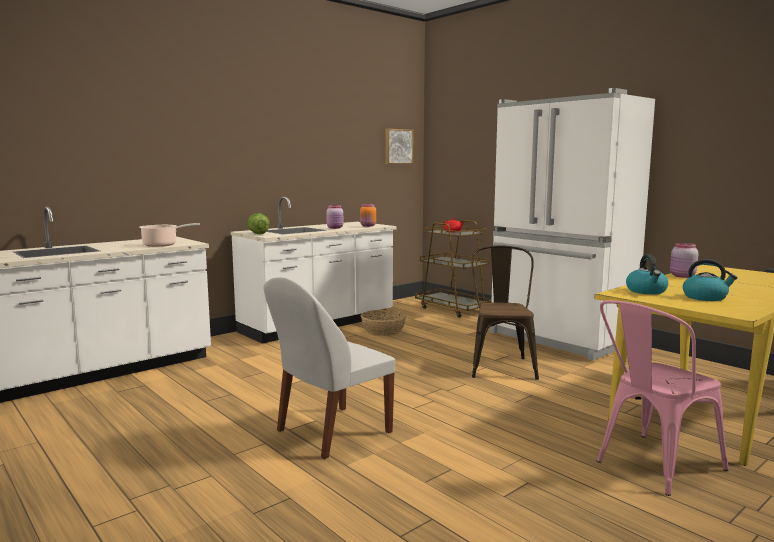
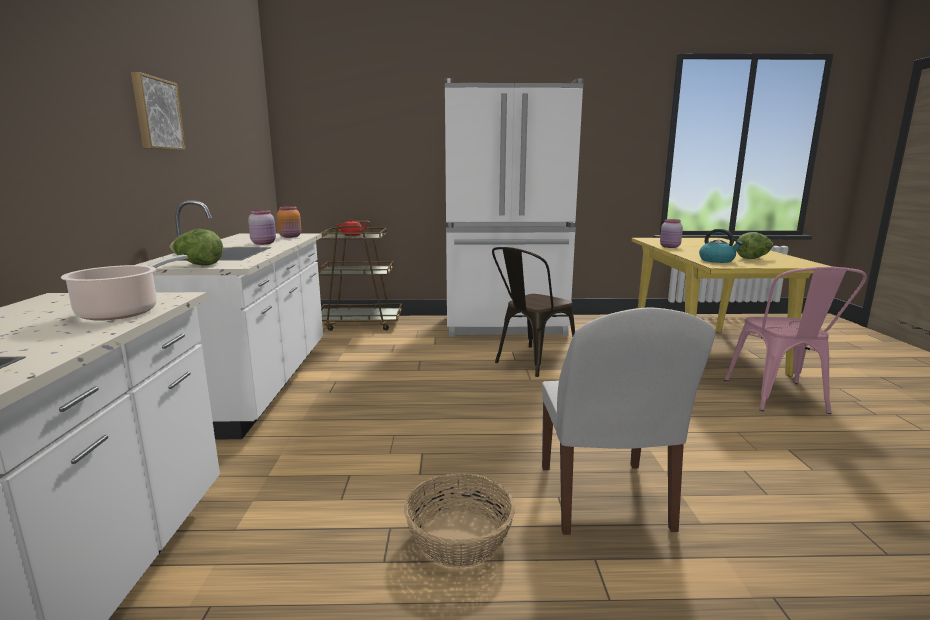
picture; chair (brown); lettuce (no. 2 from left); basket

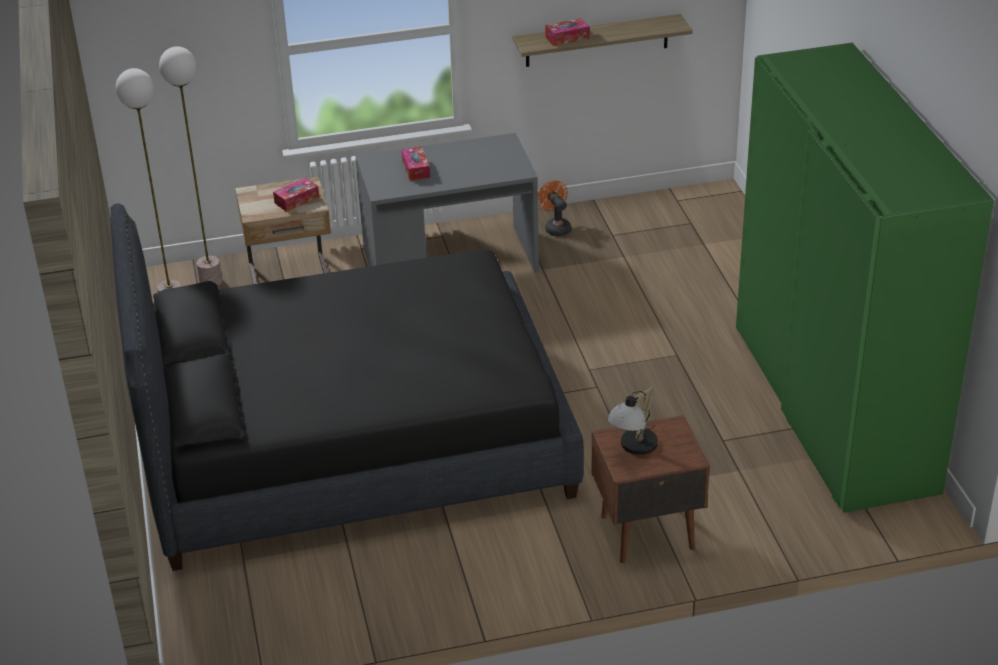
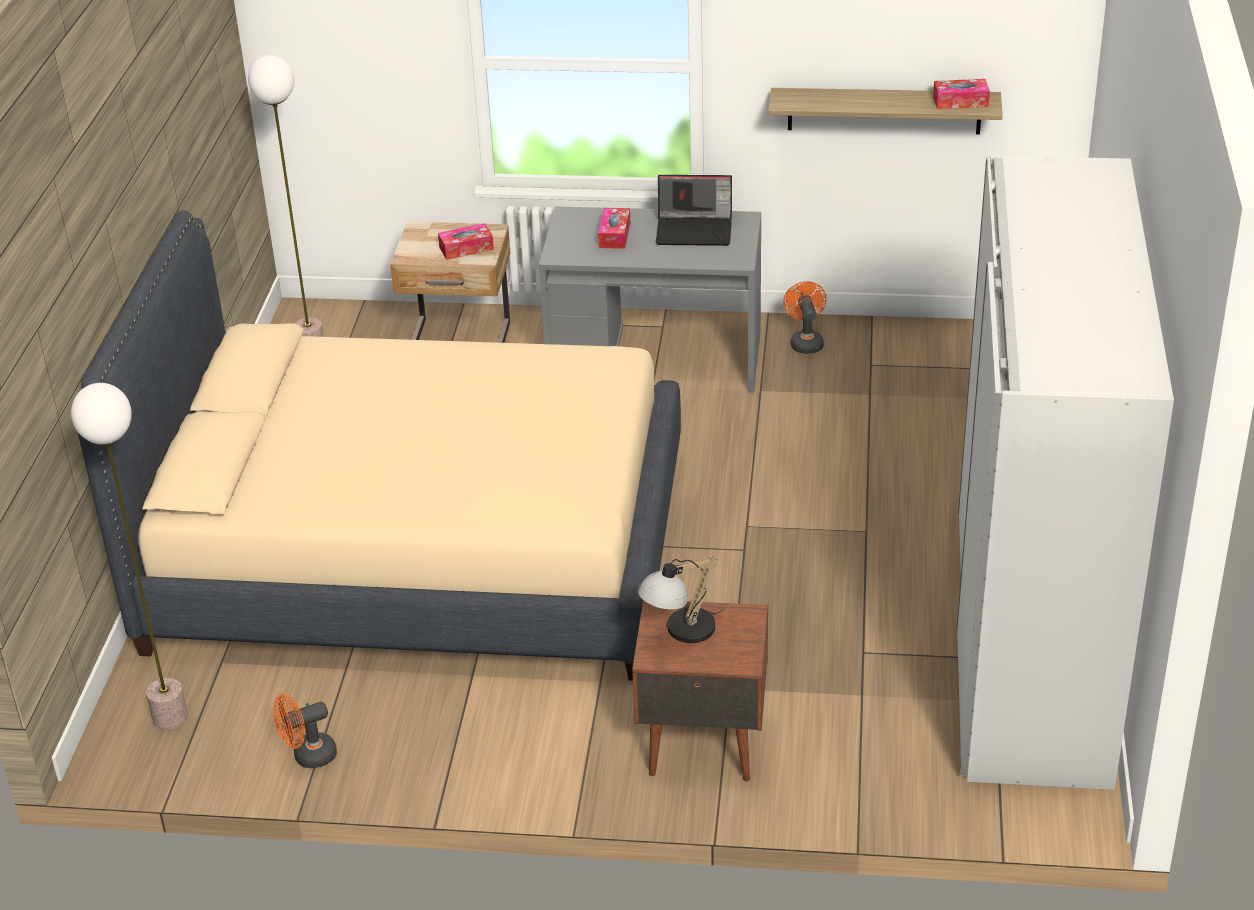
tissue box (no. 3 from left); wardrobe (white); floor lamp (no. 1 from left); bed (beige); laptop; fan (orange) (no. 1 from left)

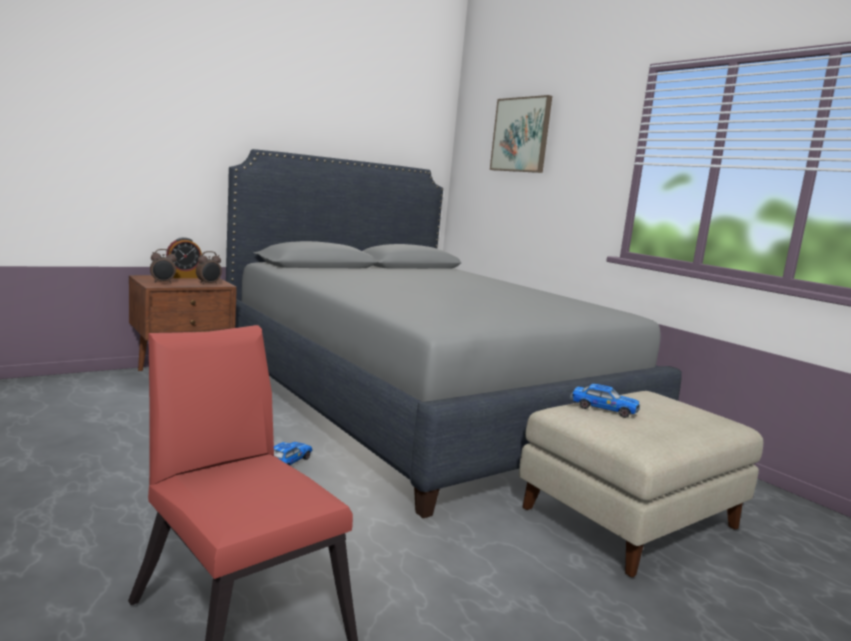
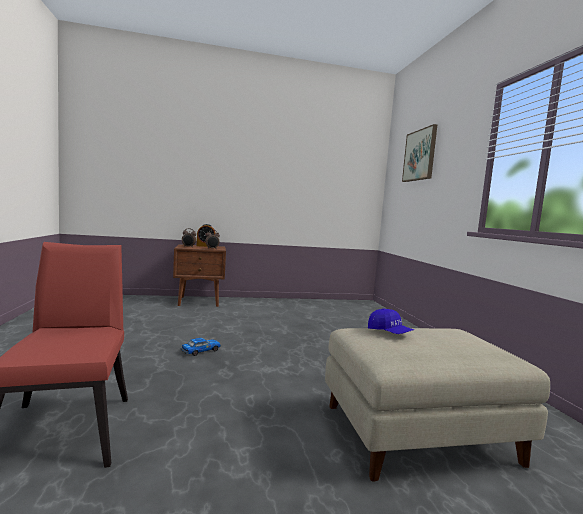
bed (grey); cap (blue)

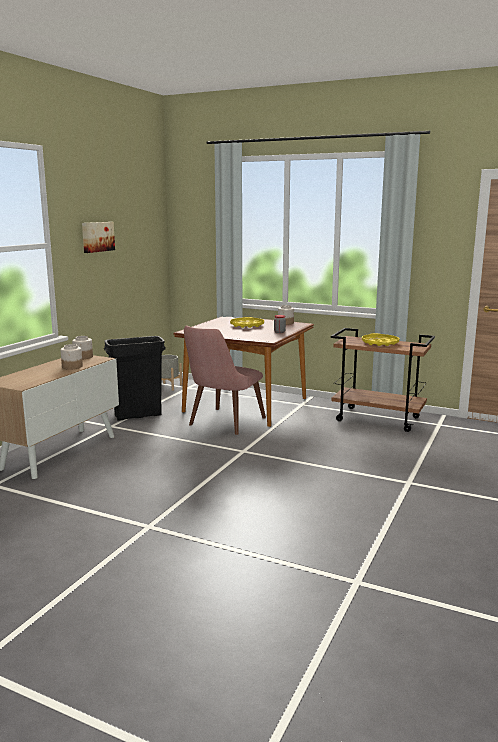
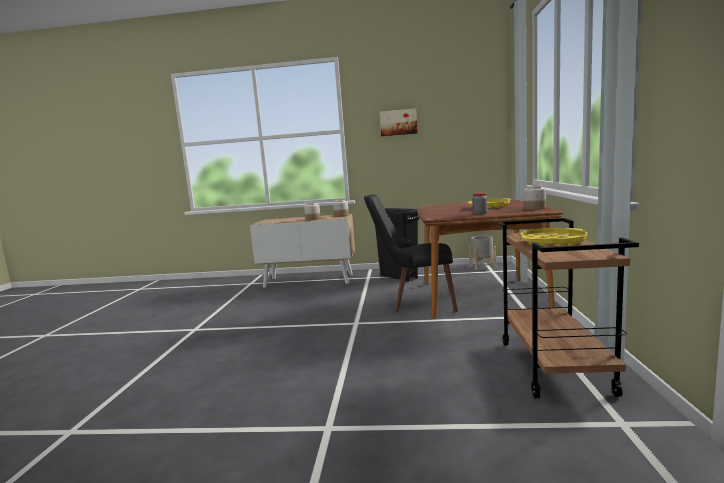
chair (black)

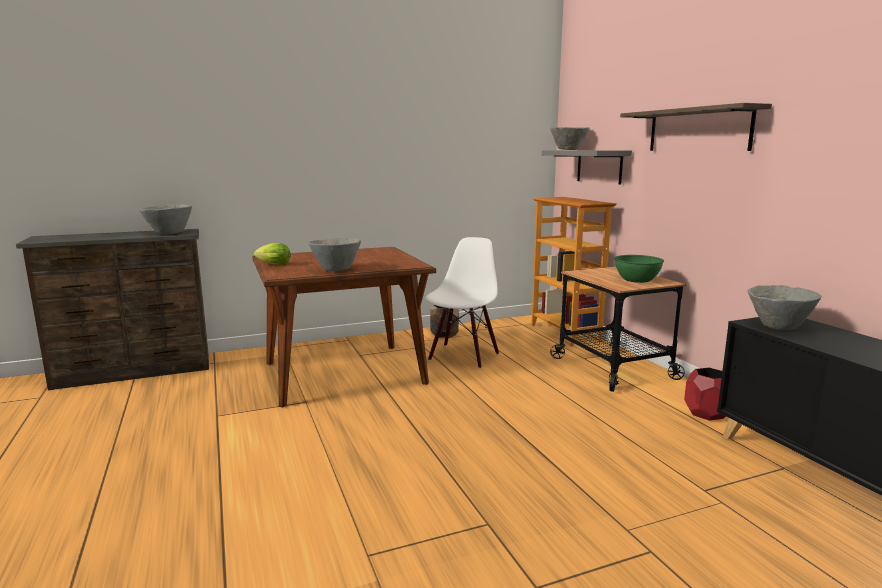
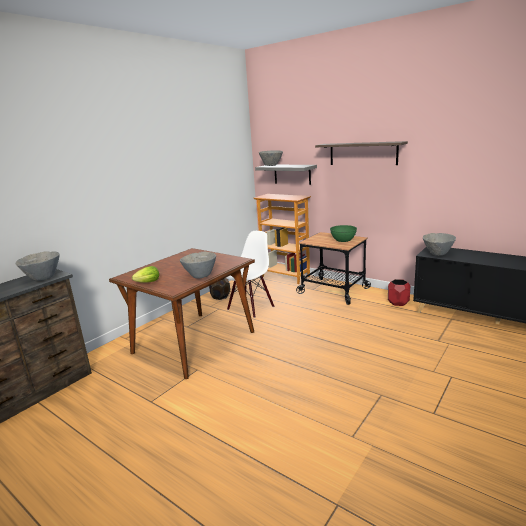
chair (white)

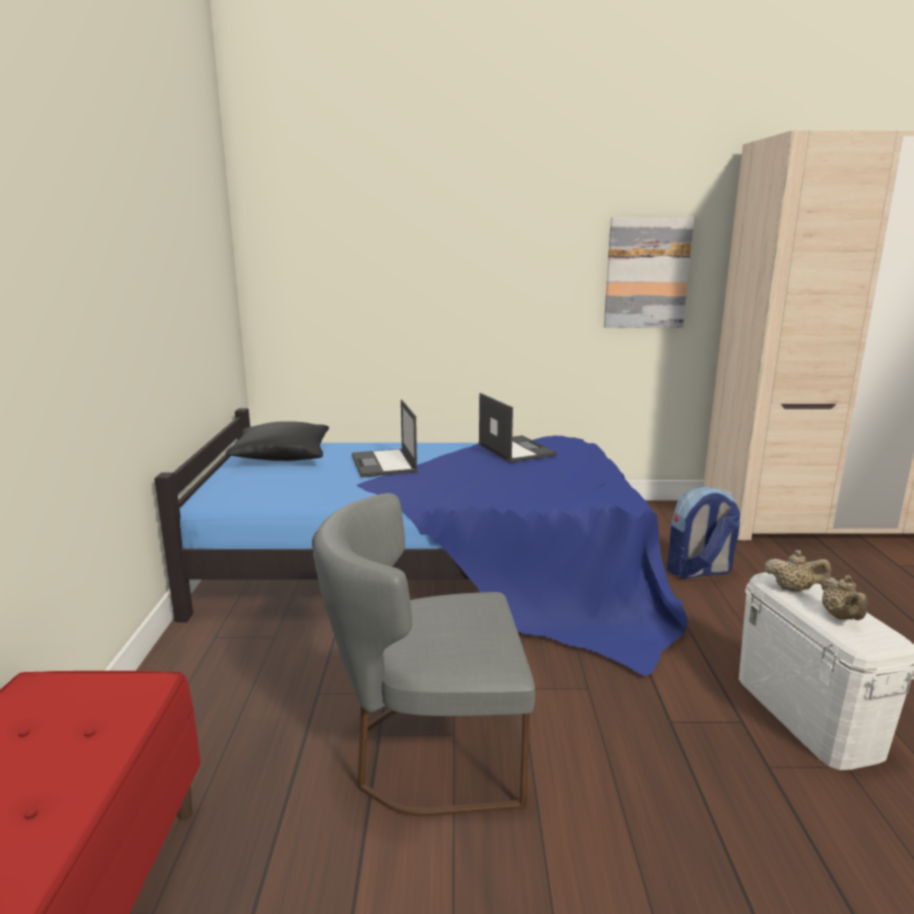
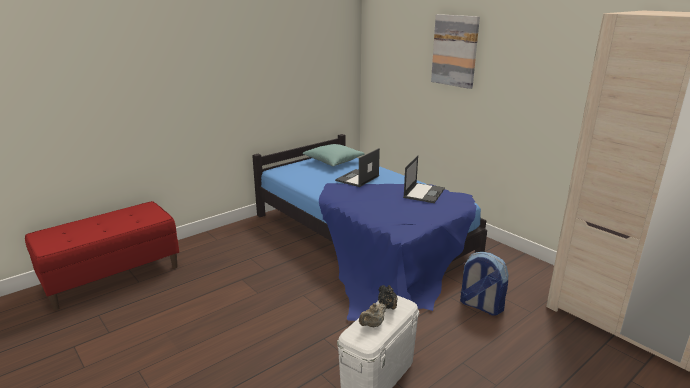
picture; pillow (turquoise); chair (grey); teapot (black)

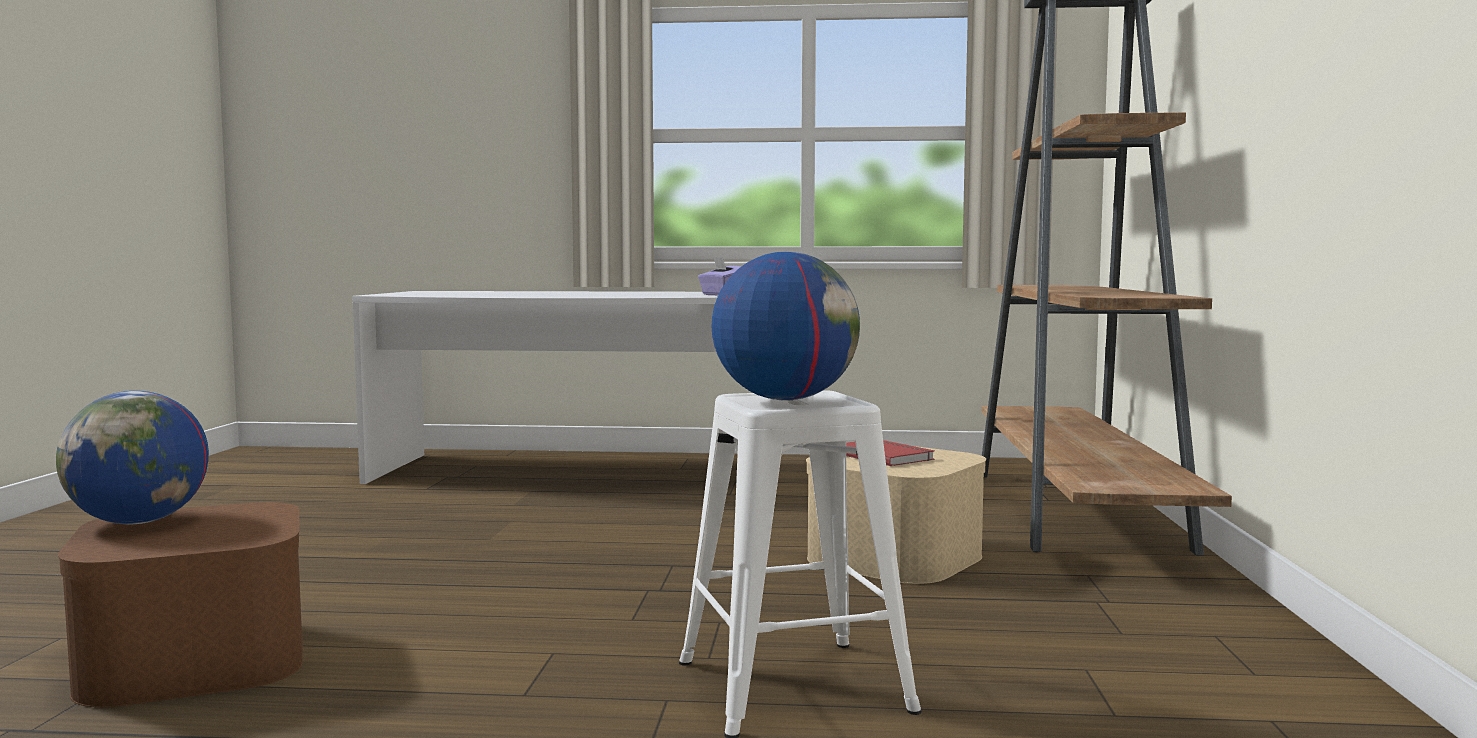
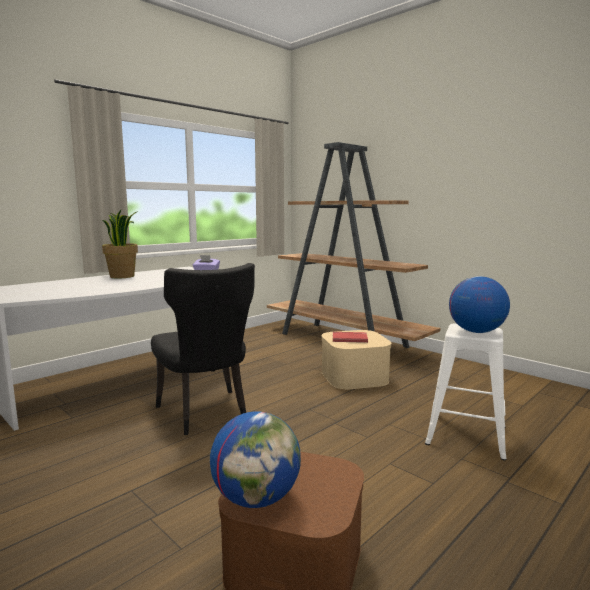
potted plant; chair (black)

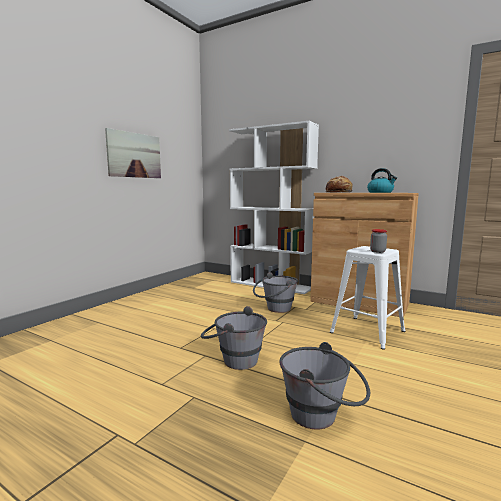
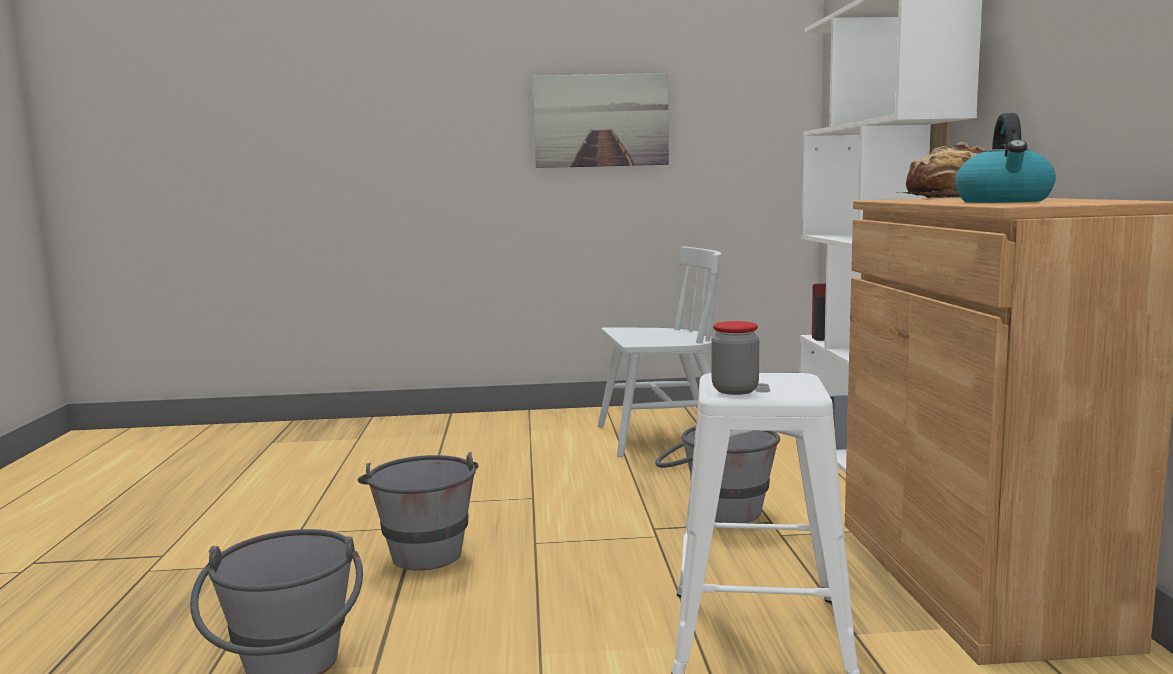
chair (white)

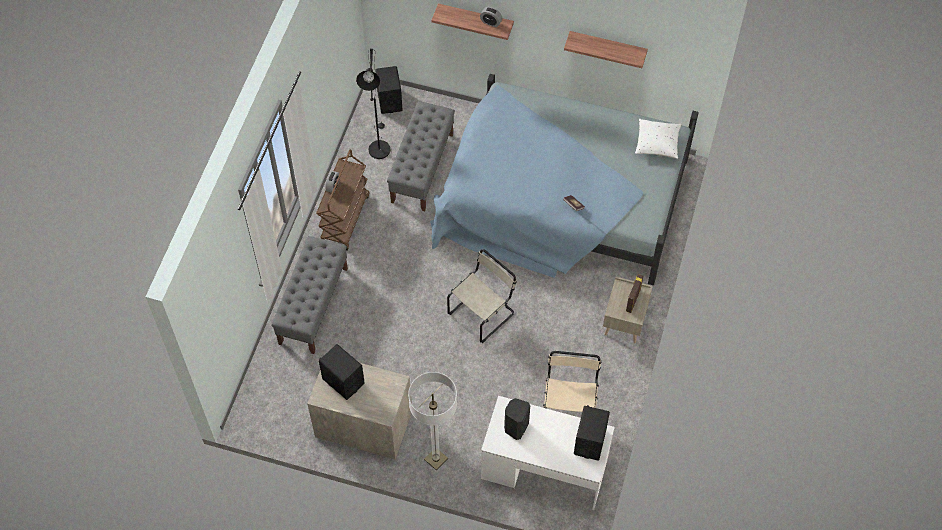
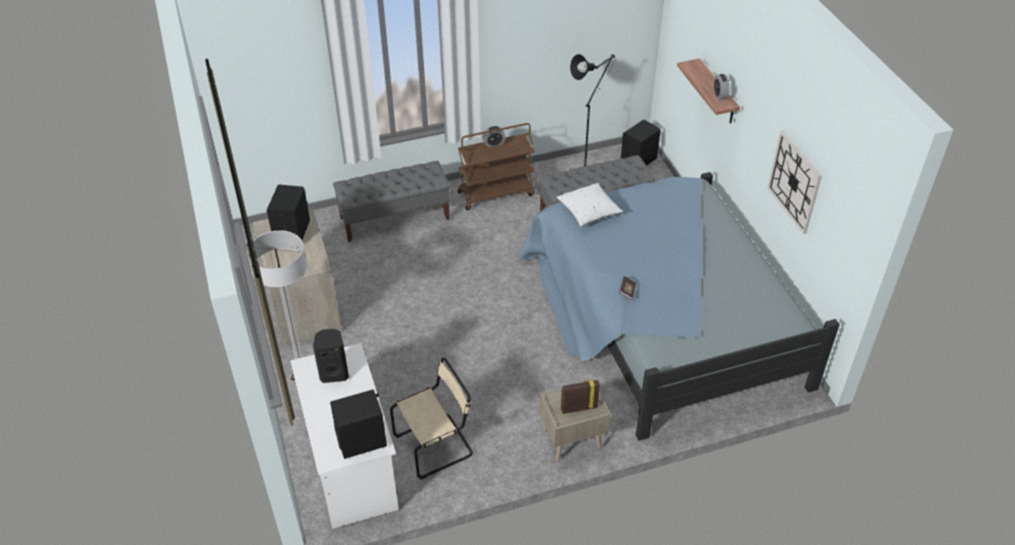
wall clock; pillow (white); chair (beige) (no. 1 from left in the first image)

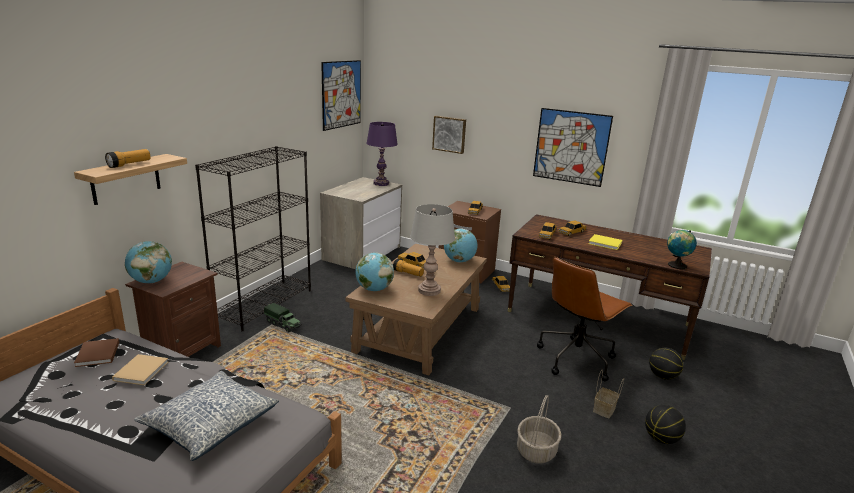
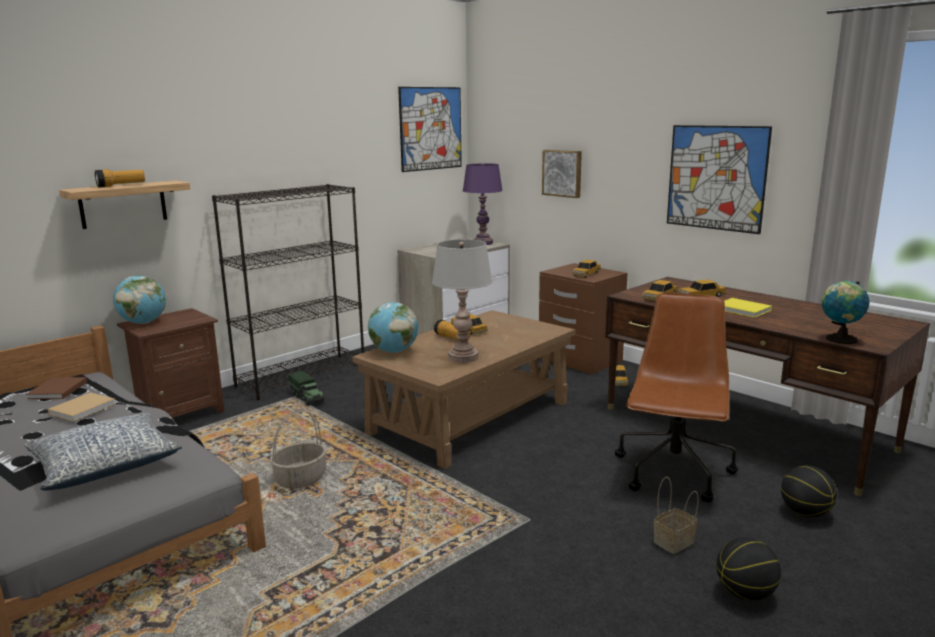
globe (no. 3 from left in the first image); office chair (brown); basket (no. 1 from left)

